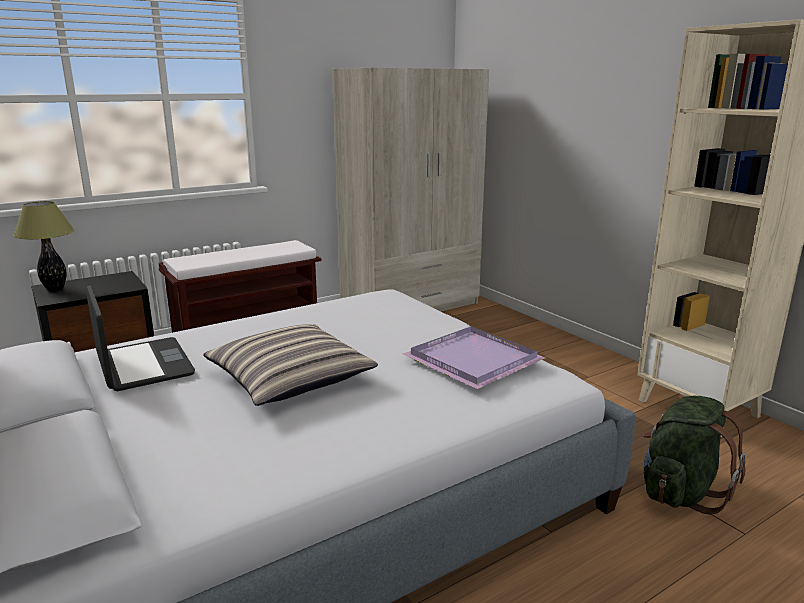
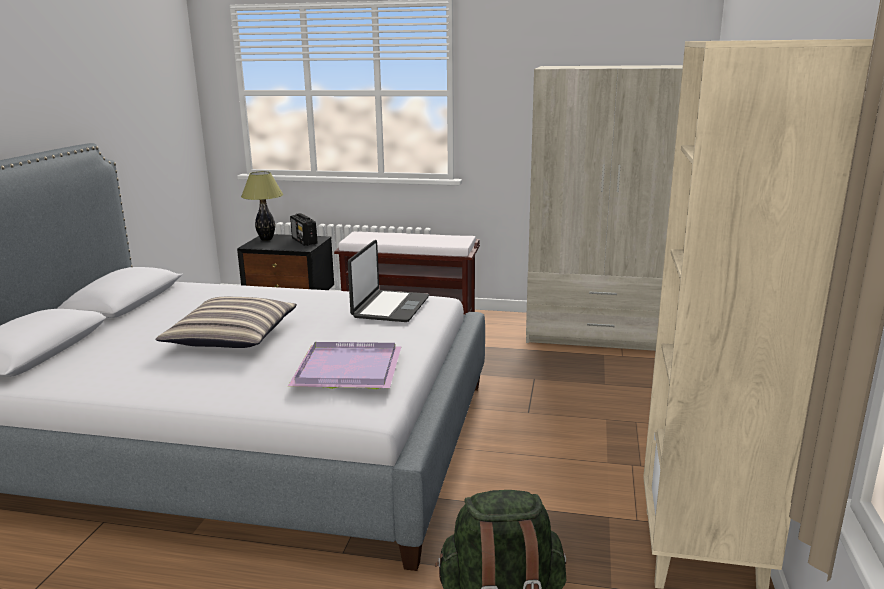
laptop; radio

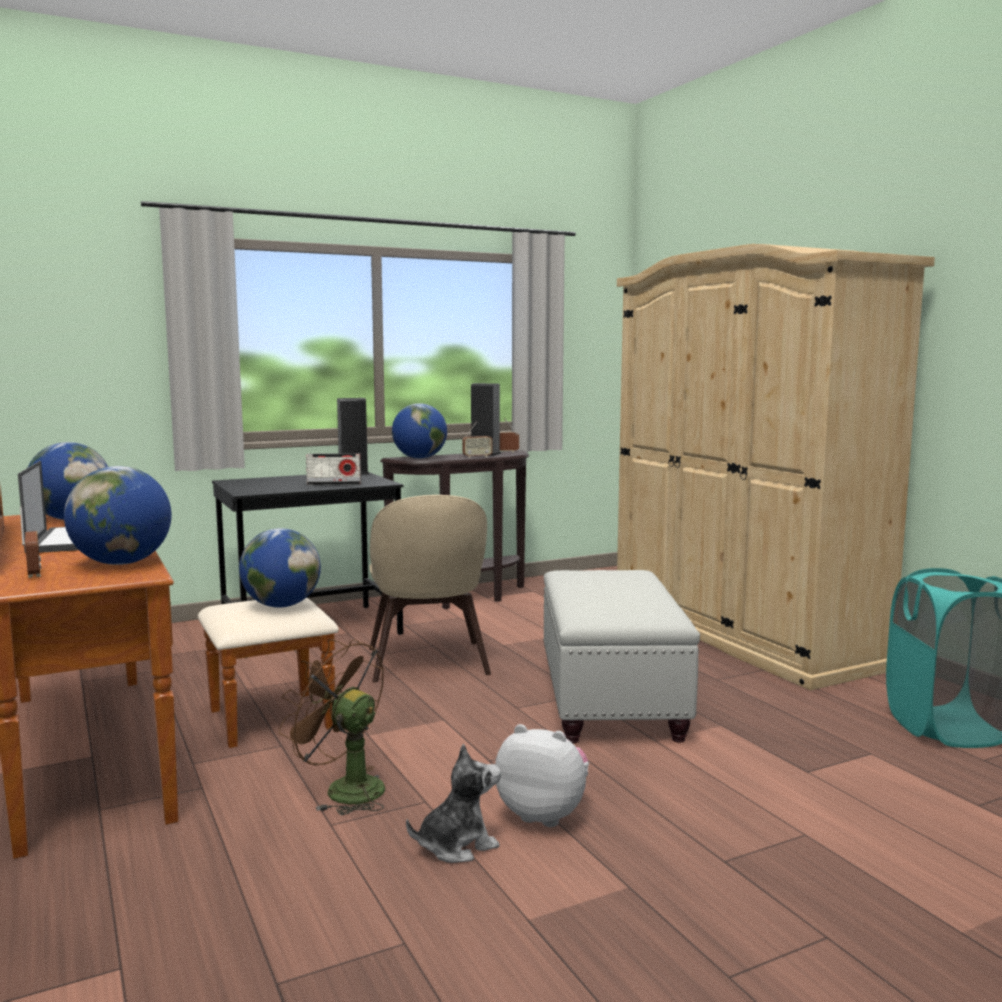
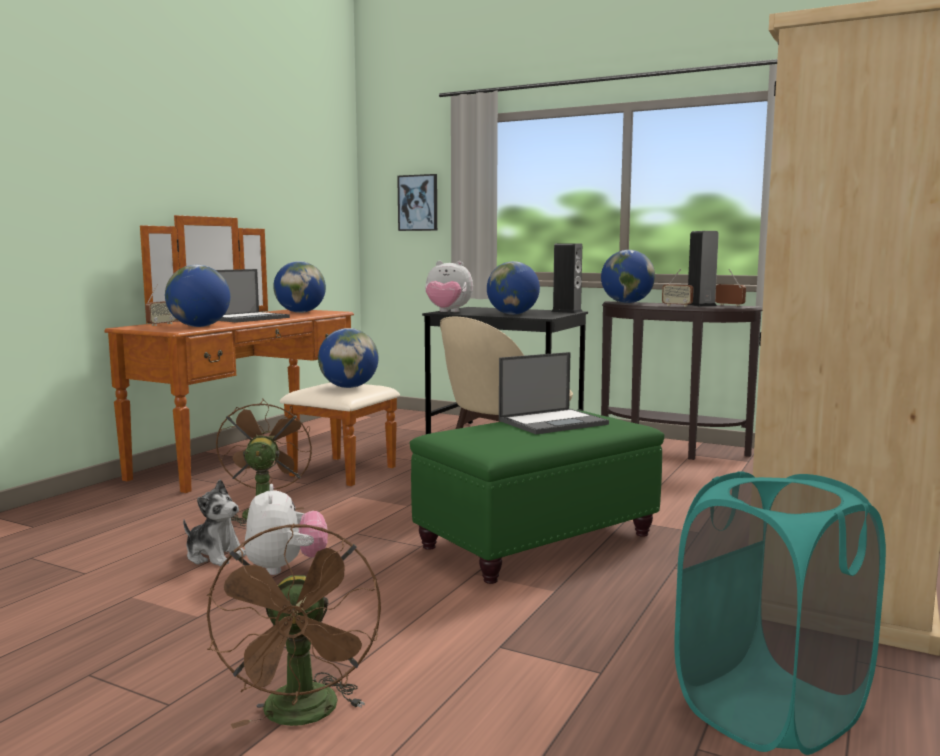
globe (no. 4 from left); ottoman (green); picture; plush toy (no. 3 from left); laptop (no. 2 from left); fan (brown) (no. 2 from left)

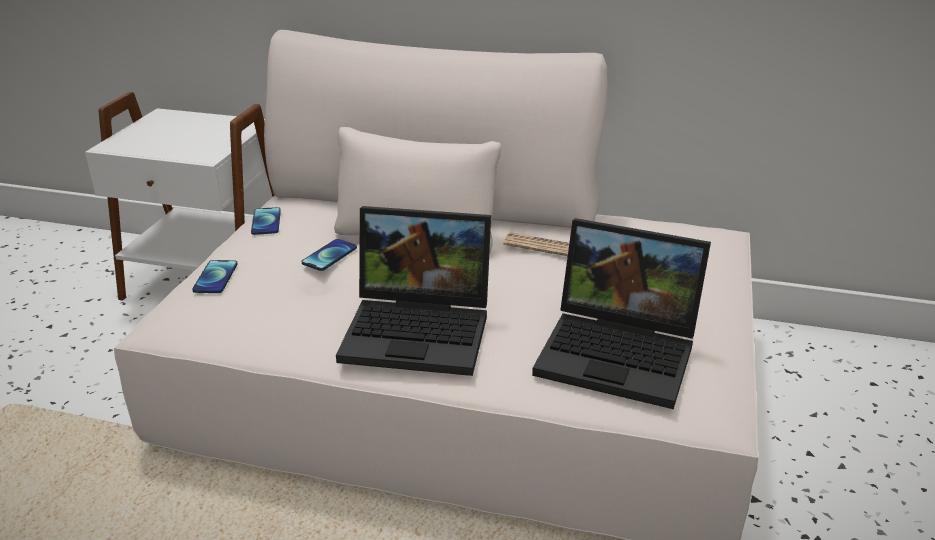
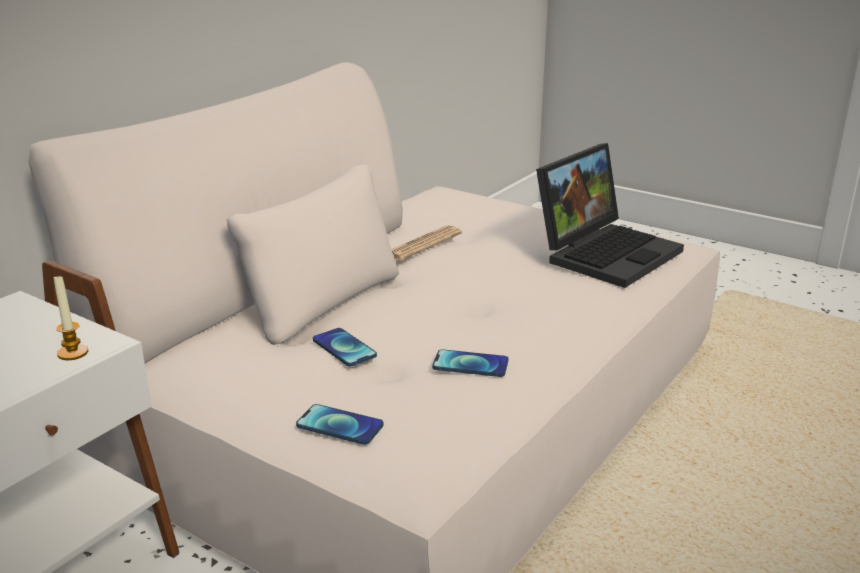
laptop (no. 1 from left in the first image); phone (no. 3 from left); candle

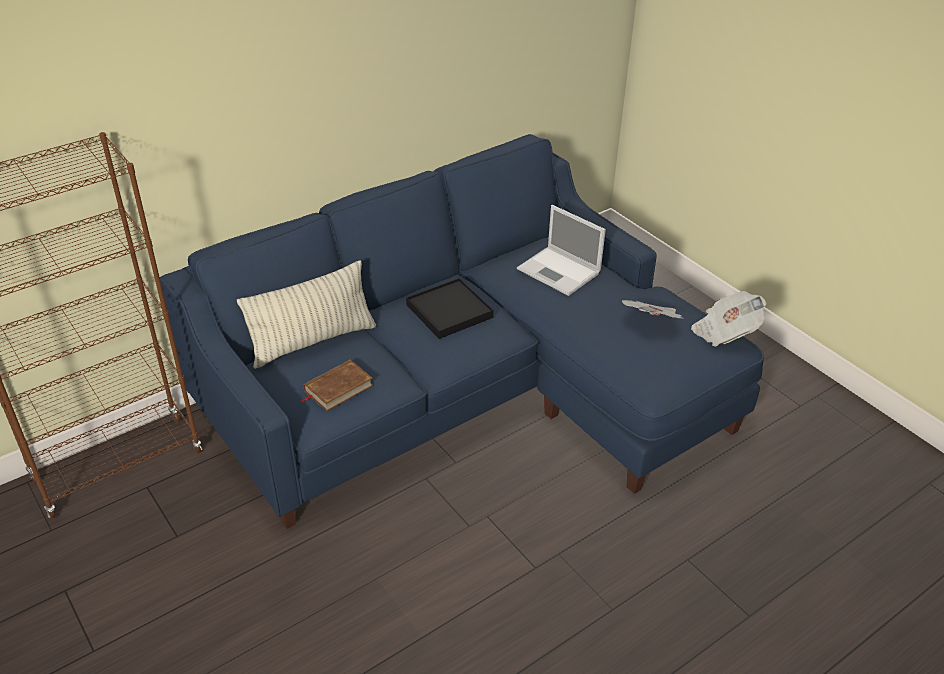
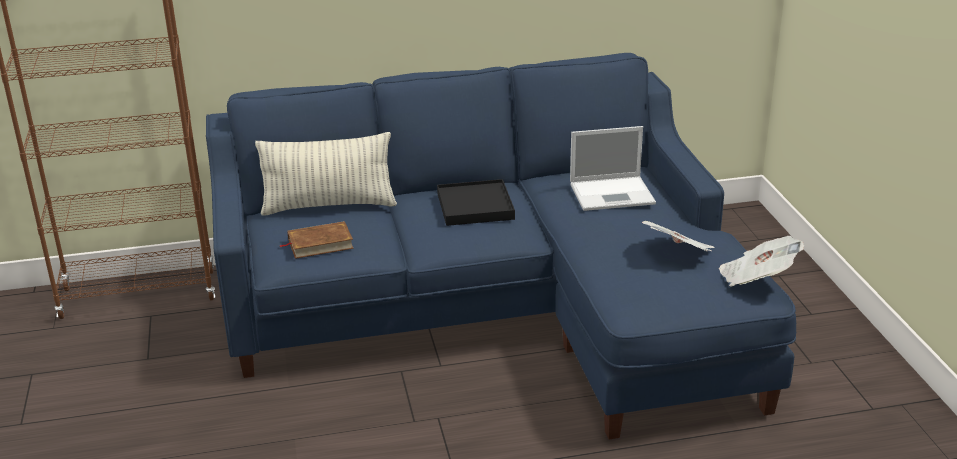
laptop

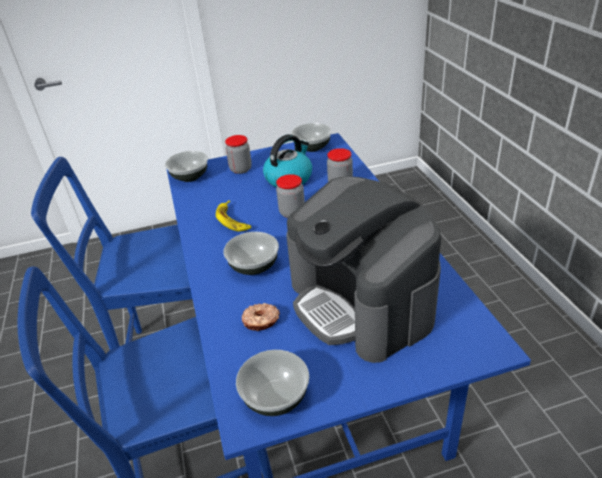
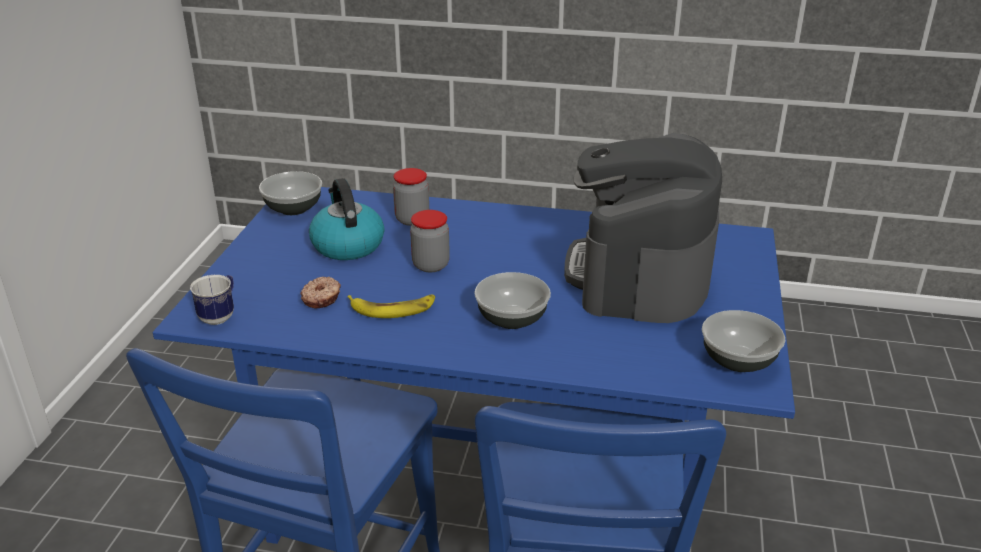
jar (no. 1 from left in the first image); mug; coffee machine; donut

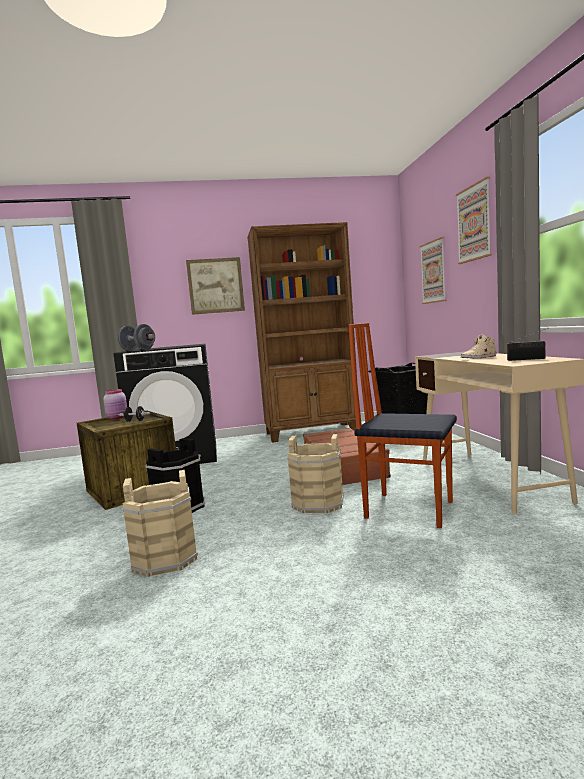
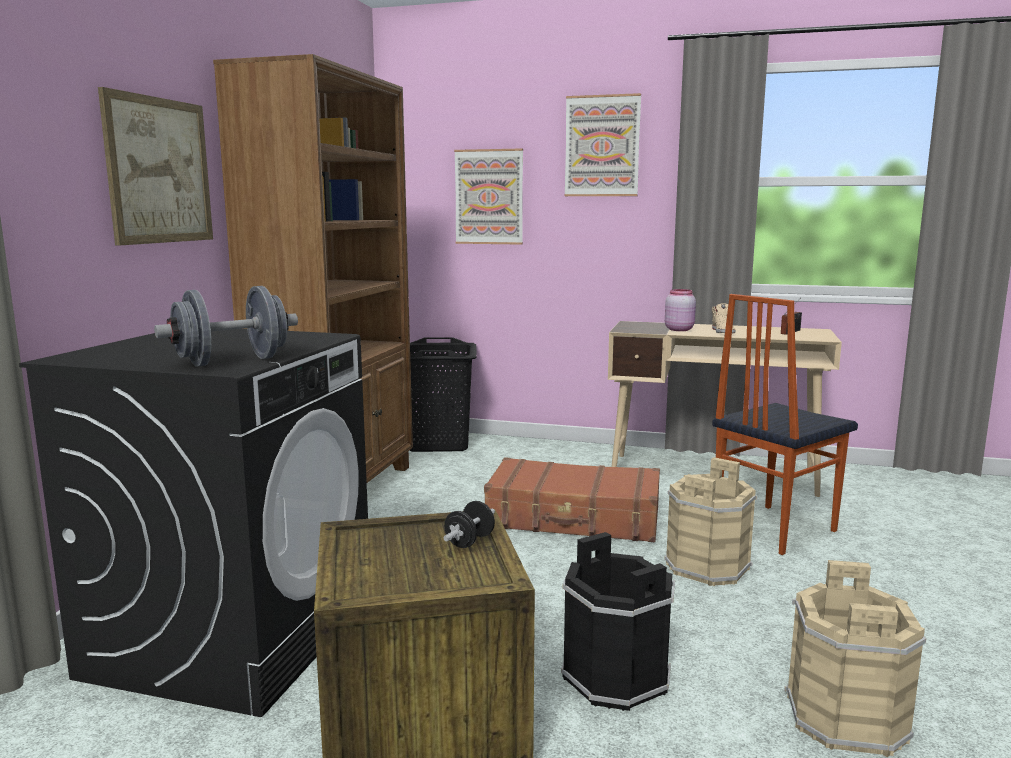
jar (pink)

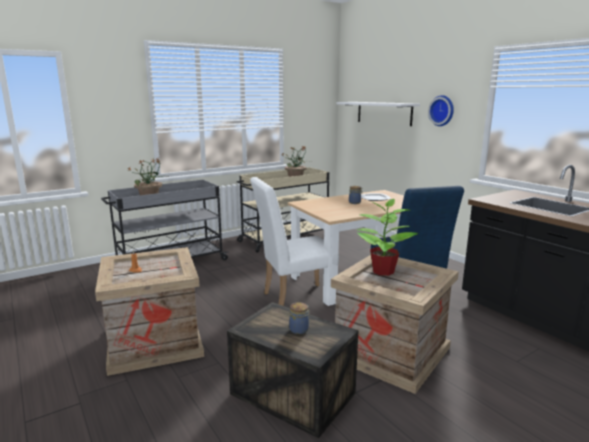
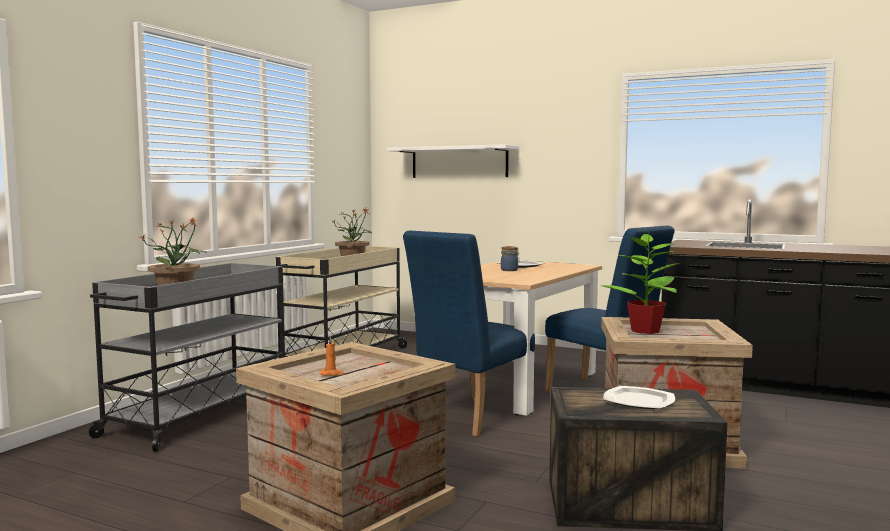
wall clock; chair (blue) (no. 1 from left); plate (no. 2 from left)

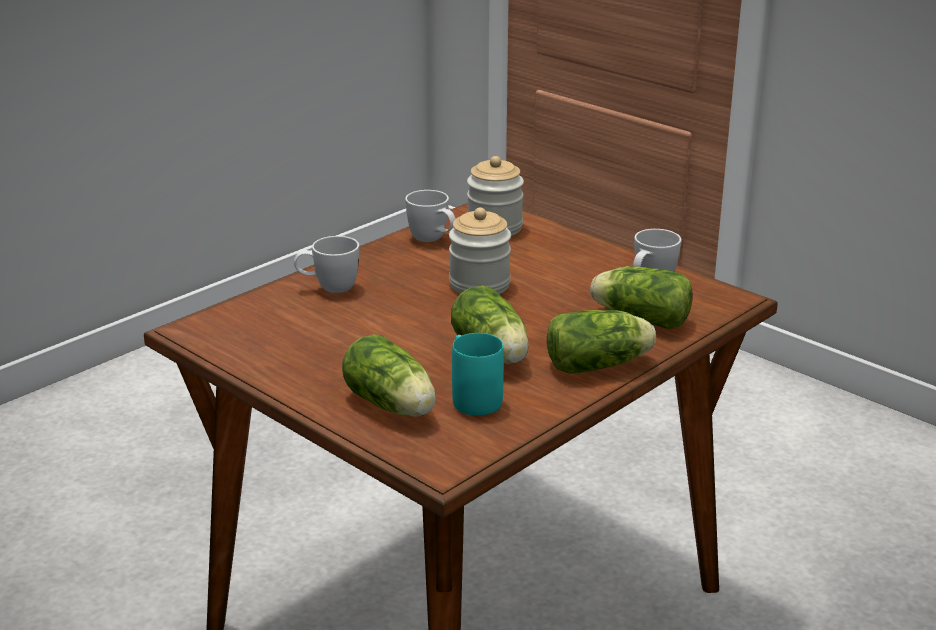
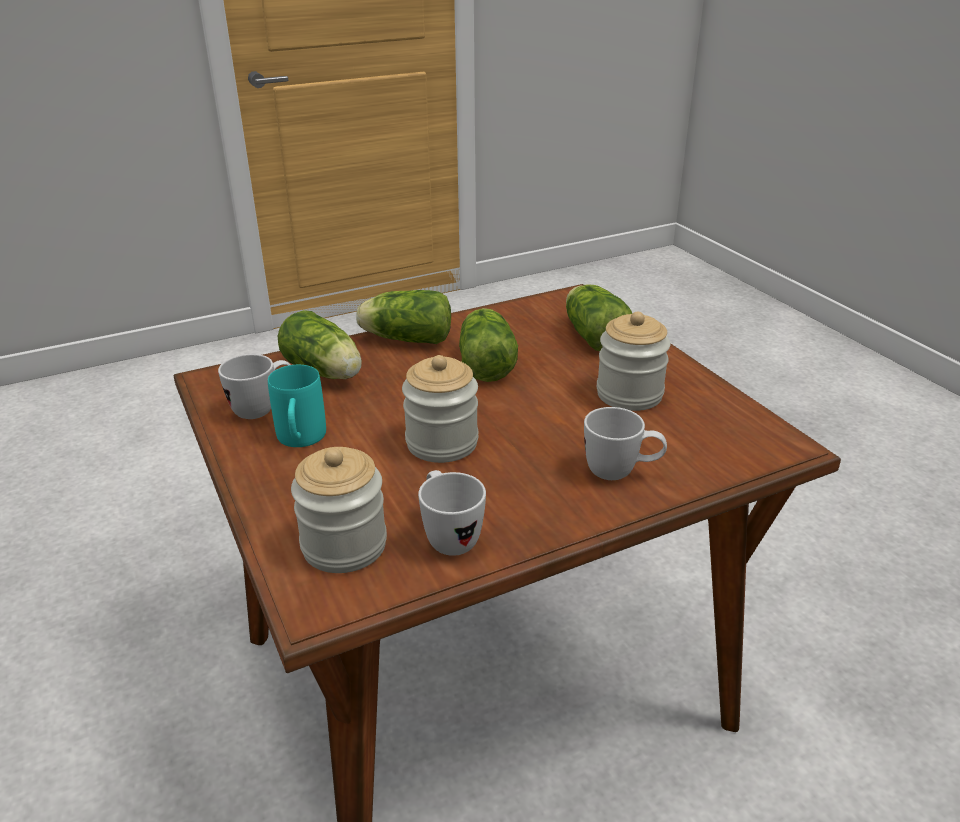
mug (turquoise); jar (no. 3 from left)

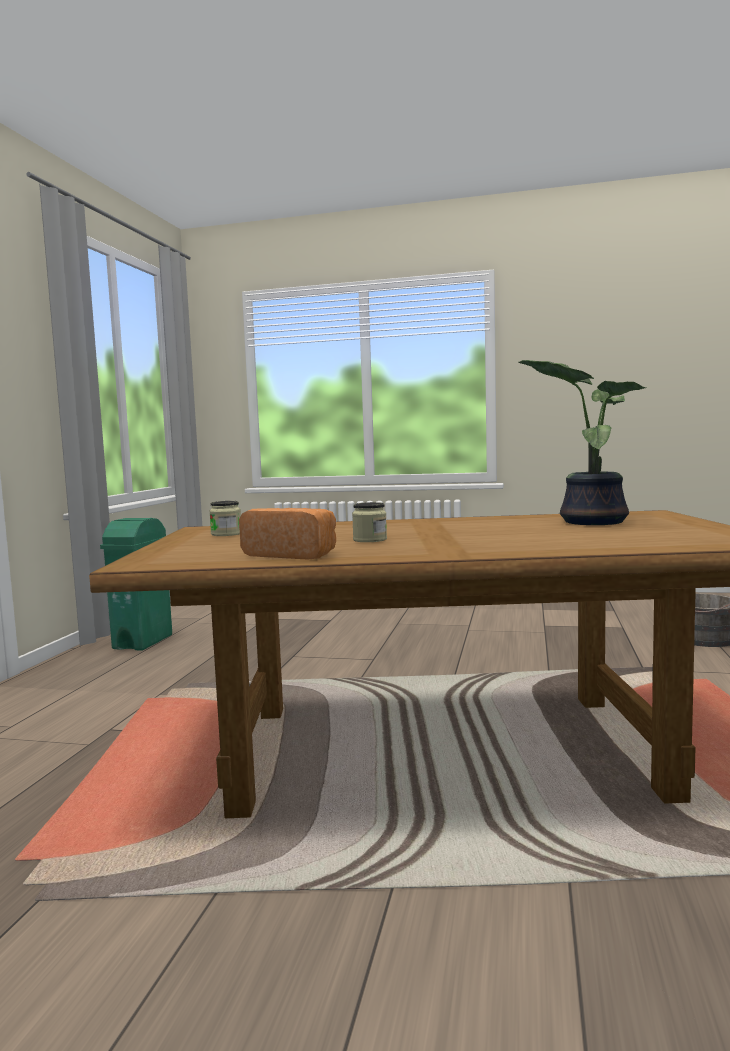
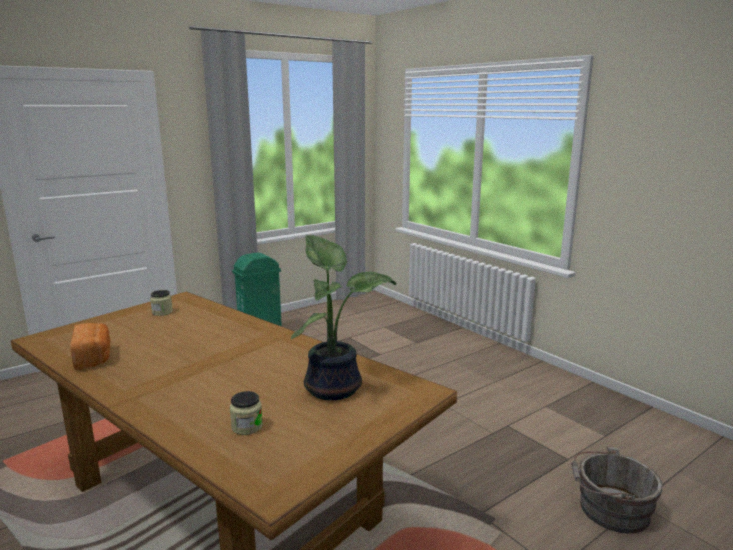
jar (no. 2 from left)

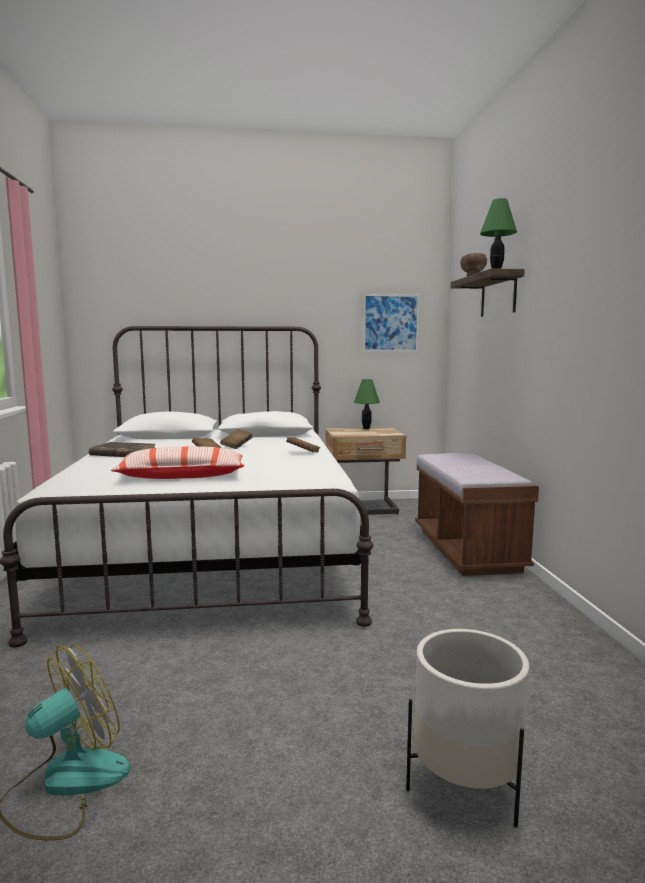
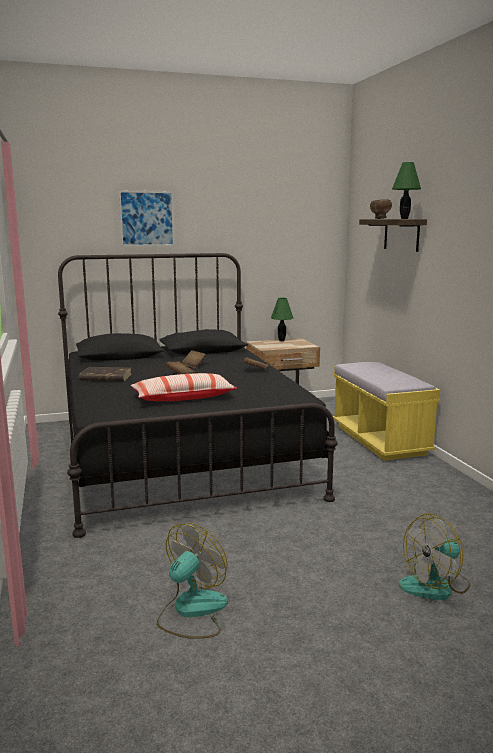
picture; bed (black); bench (yellow); fan (no. 2 from left)

